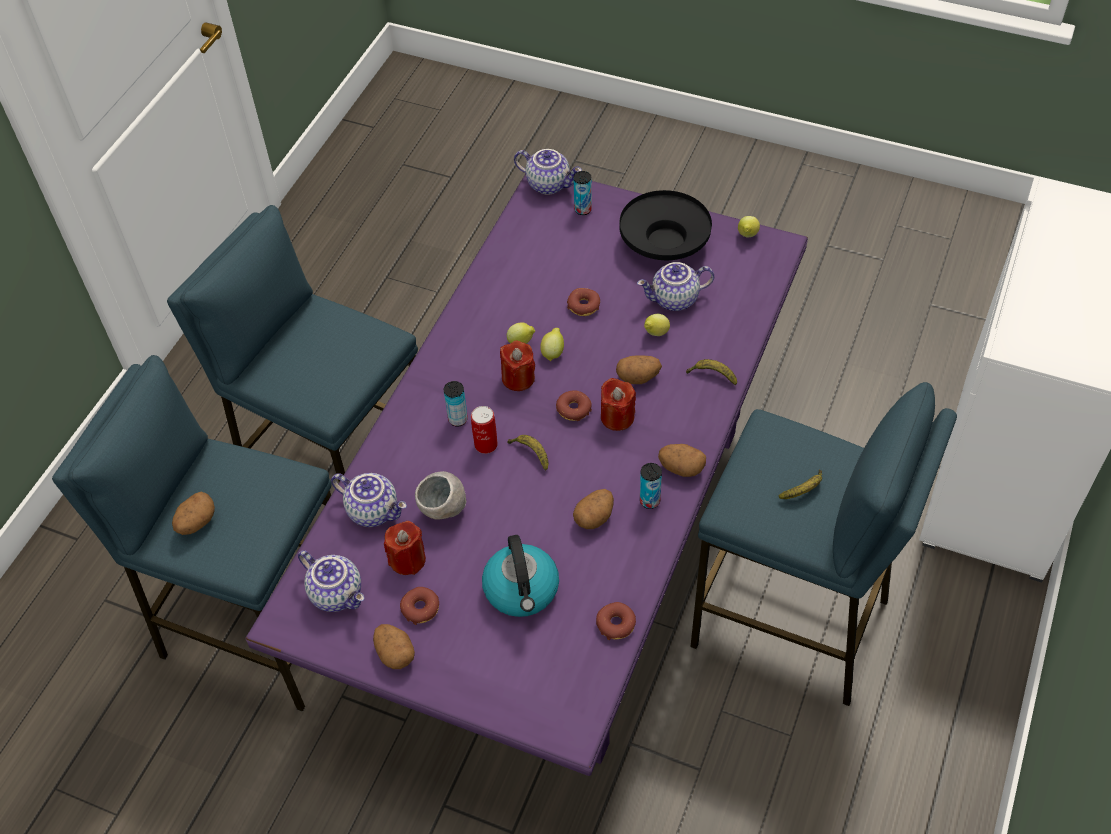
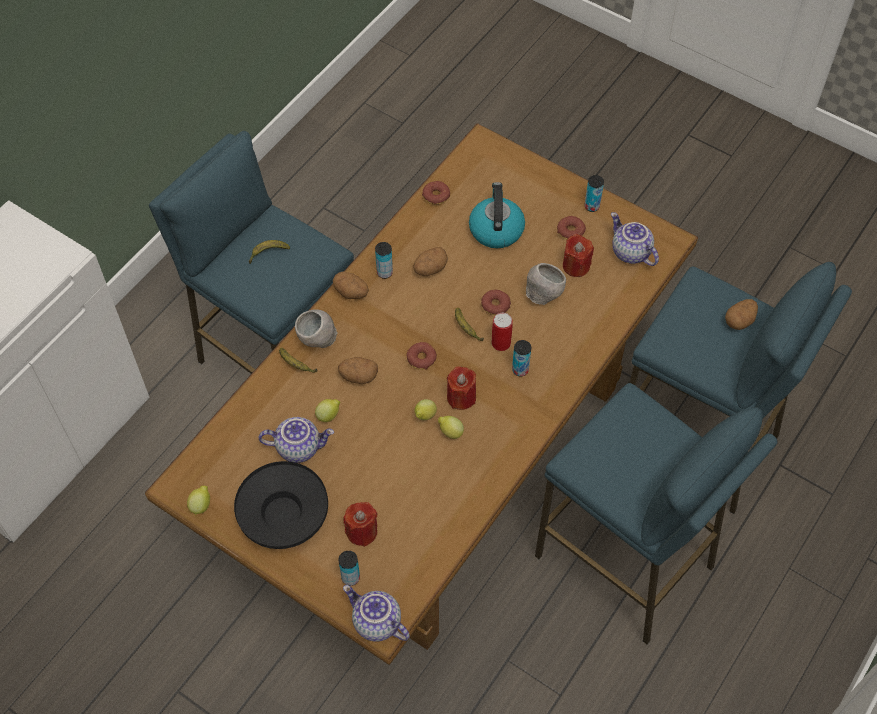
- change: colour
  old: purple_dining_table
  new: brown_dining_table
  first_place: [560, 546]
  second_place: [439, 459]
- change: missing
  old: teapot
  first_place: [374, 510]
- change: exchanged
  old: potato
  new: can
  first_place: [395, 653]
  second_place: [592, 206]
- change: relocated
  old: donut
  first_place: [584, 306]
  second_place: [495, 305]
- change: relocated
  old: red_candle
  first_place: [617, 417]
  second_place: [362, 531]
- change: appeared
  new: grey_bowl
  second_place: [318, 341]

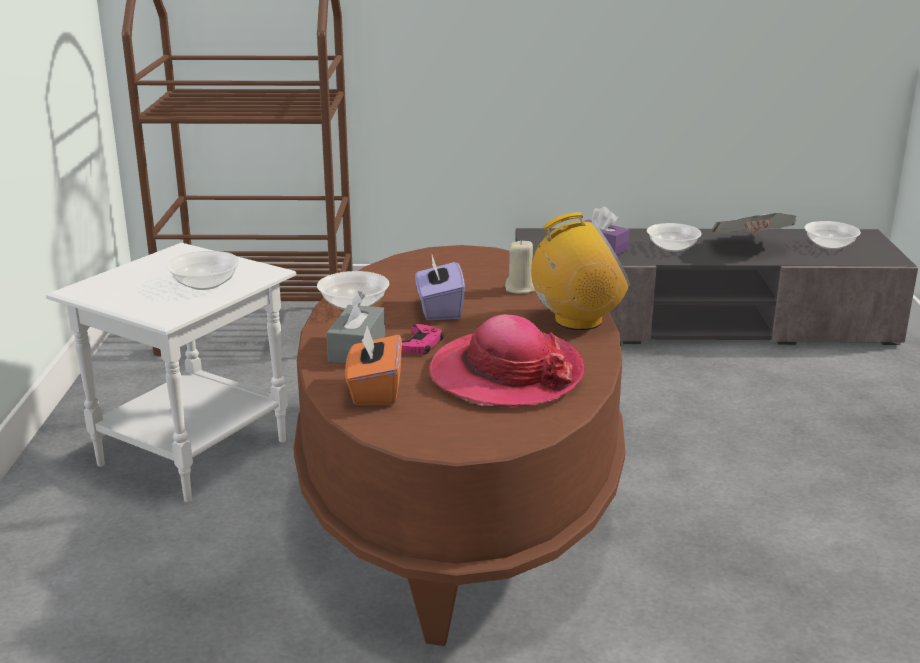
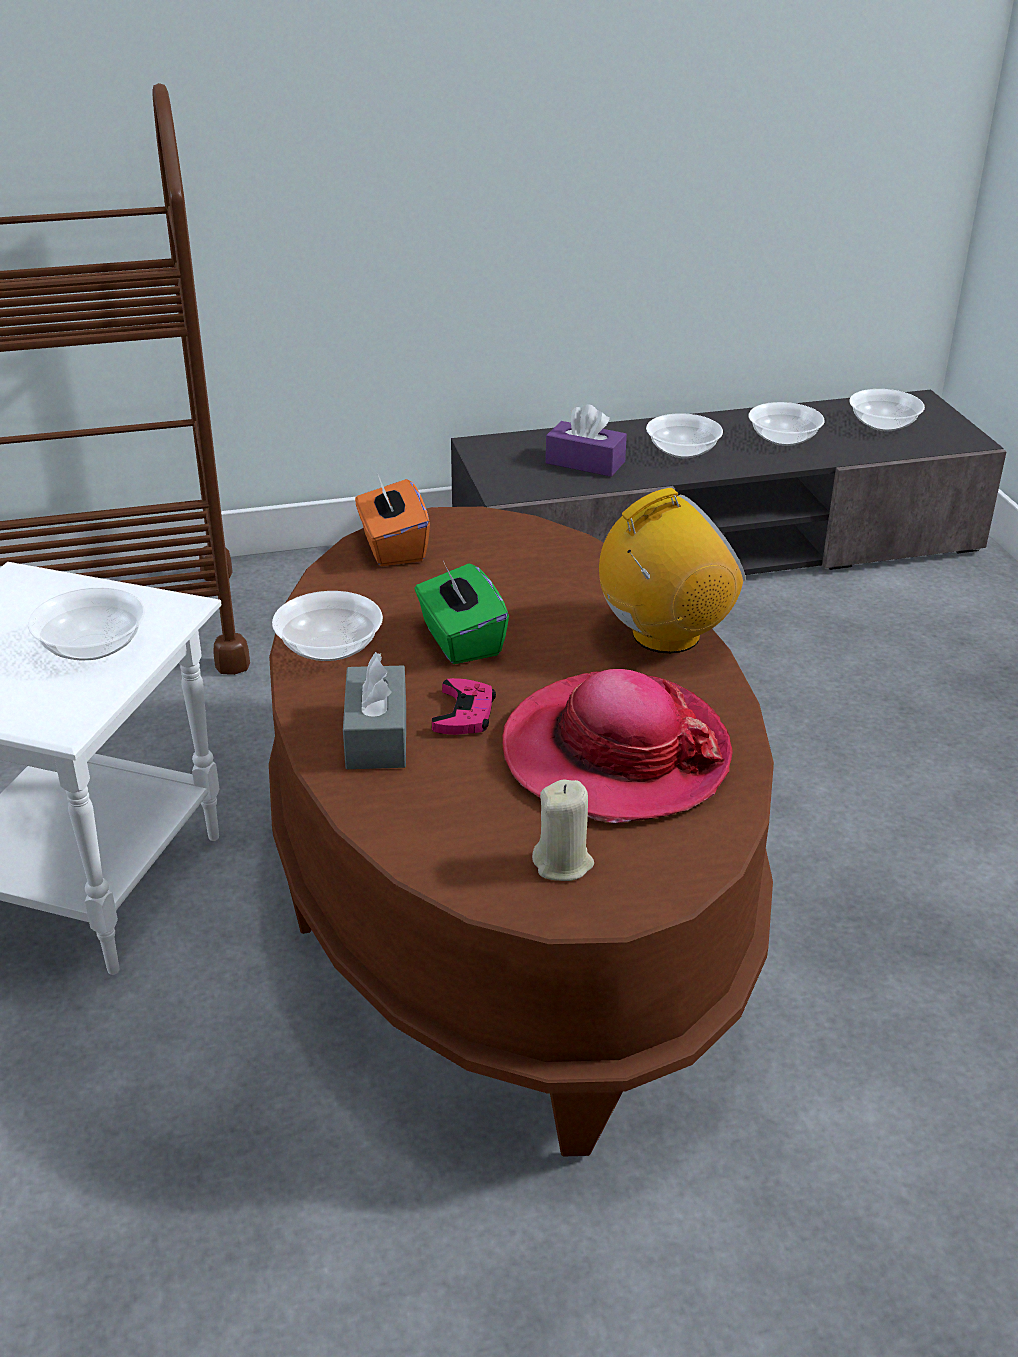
- change: relocated
  old: orange_tissue_box
  first_place: [375, 391]
  second_place: [392, 547]
- change: colour
  old: purple_tissue_box
  new: green_tissue_box
  first_place: [439, 309]
  second_place: [460, 640]
- change: relocated
  old: beige_candle
  first_place: [520, 289]
  second_place: [563, 863]
- change: exchanged
  old: newspaper
  new: bowl
  first_place: [750, 247]
  second_place: [783, 439]

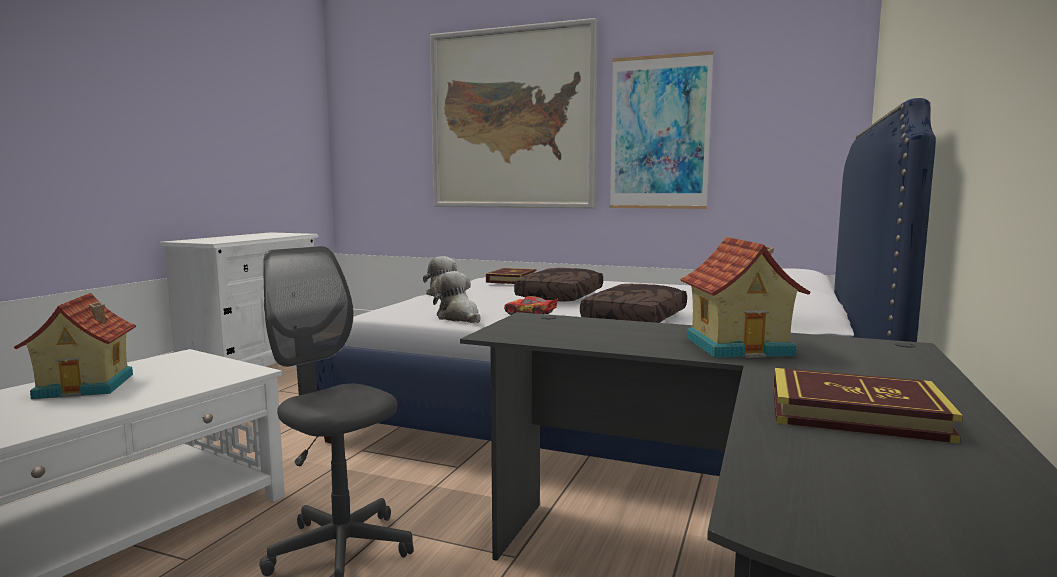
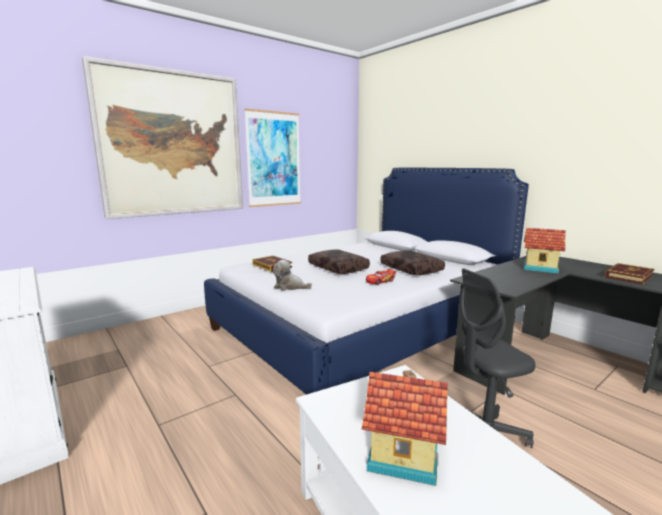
- change: missing
  old: plush_toy
  first_place: [459, 318]

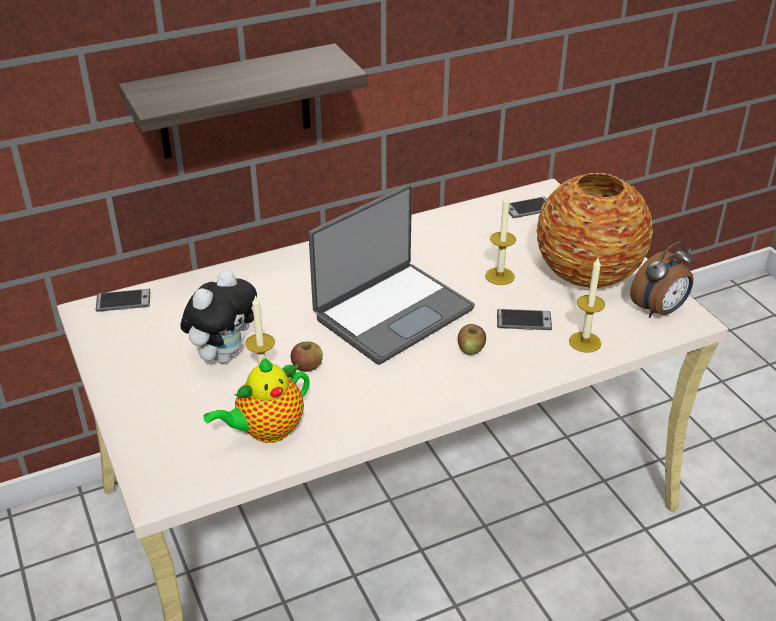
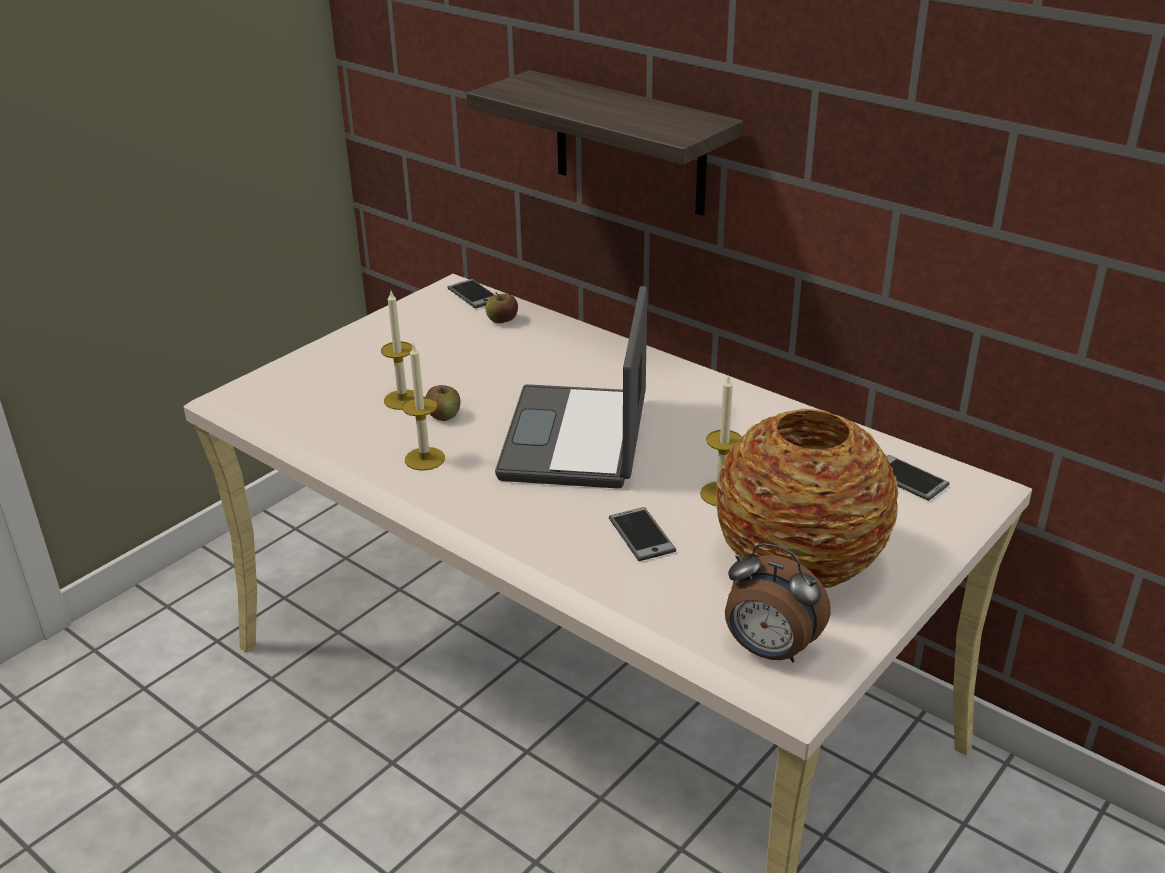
- change: missing
  old: plush_toy
  first_place: [224, 354]
- change: missing
  old: teapot
  first_place: [266, 431]
- change: spun
  old: laptop
  first_place: [392, 312]
  second_place: [578, 439]
  degrees: 75
- change: relocated
  old: apple
  first_place: [471, 349]
  second_place: [502, 320]
- change: relocated
  old: candle
  first_place: [585, 342]
  second_place: [425, 459]

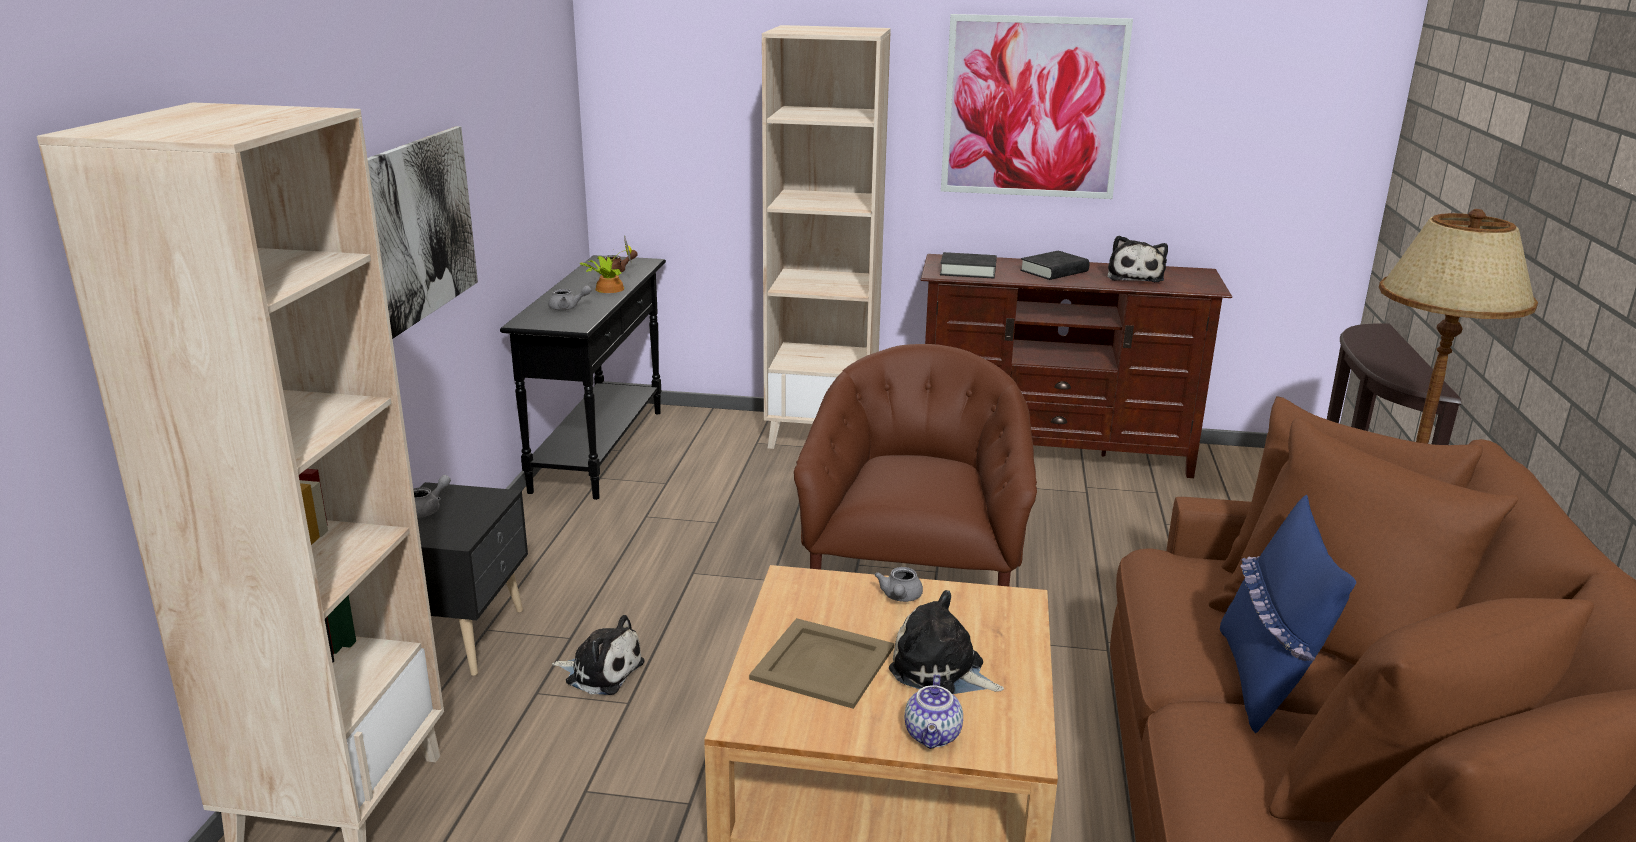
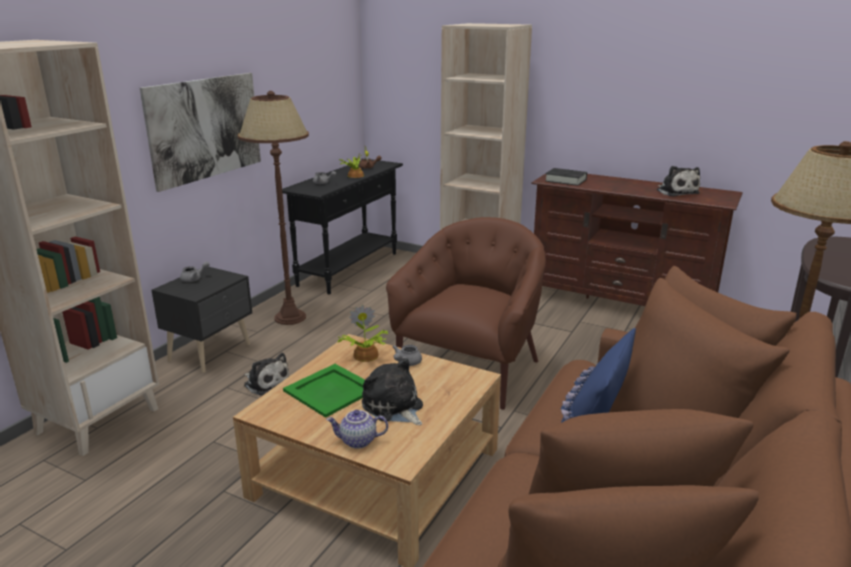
- change: colour
  old: beige_tray
  new: green_tray
  first_place: [821, 663]
  second_place: [329, 390]
- change: spun
  old: teapot
  first_place: [934, 736]
  second_place: [357, 441]
  degrees: 60
- change: missing
  old: picture
  first_place: [1033, 107]
- change: missing
  old: black_book
  first_place: [1054, 271]
- change: spun
  old: plush_toy
  first_place: [1134, 276]
  second_place: [676, 192]
  degrees: -45
- change: appeared
  new: brown_floor_lamp
  second_place: [290, 318]
- change: appeared
  new: potted_plant
  second_place: [365, 356]

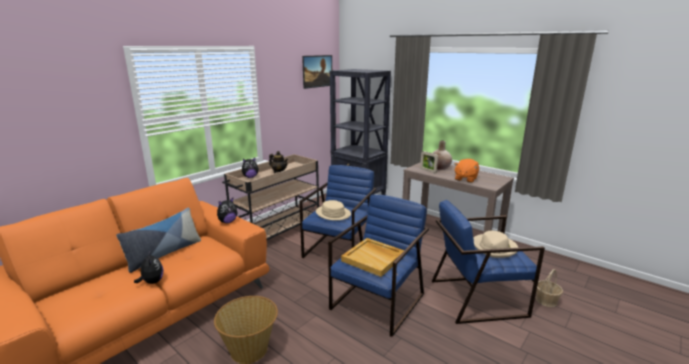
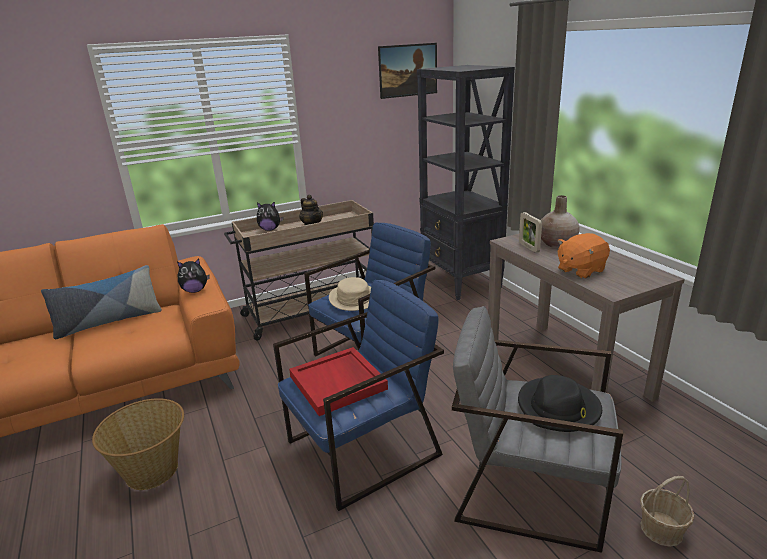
- change: missing
  old: plush_toy
  first_place: [152, 282]
- change: colour
  old: beige_tray
  new: red_tray
  first_place: [374, 258]
  second_place: [339, 383]
- change: colour
  old: blue_armchair
  new: grey_armchair
  first_place: [477, 297]
  second_place: [528, 486]
- change: colour
  old: beige_hat
  new: black_hat
  first_place: [494, 247]
  second_place: [558, 408]

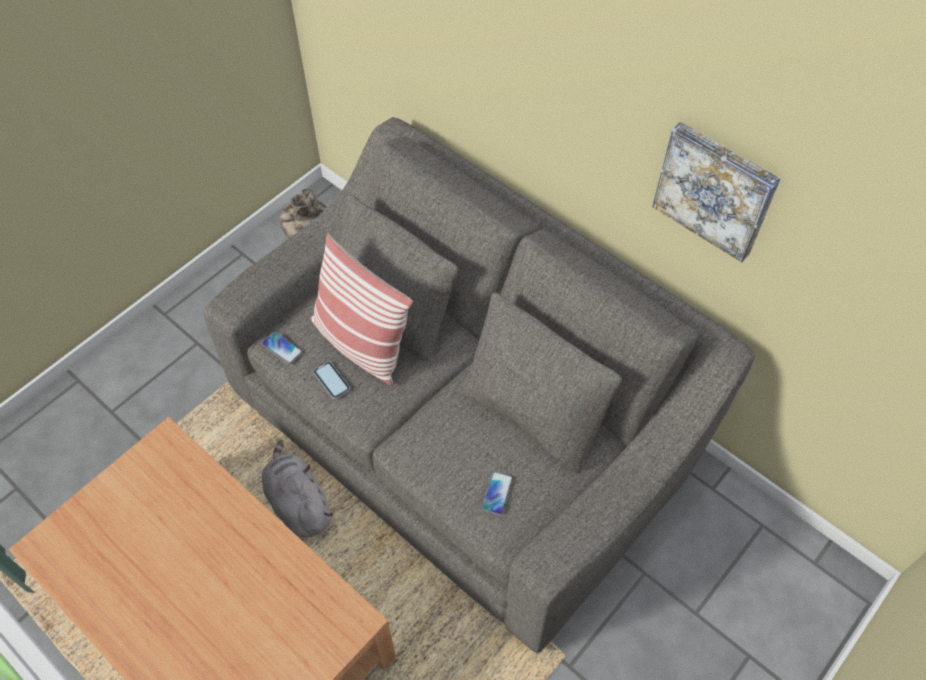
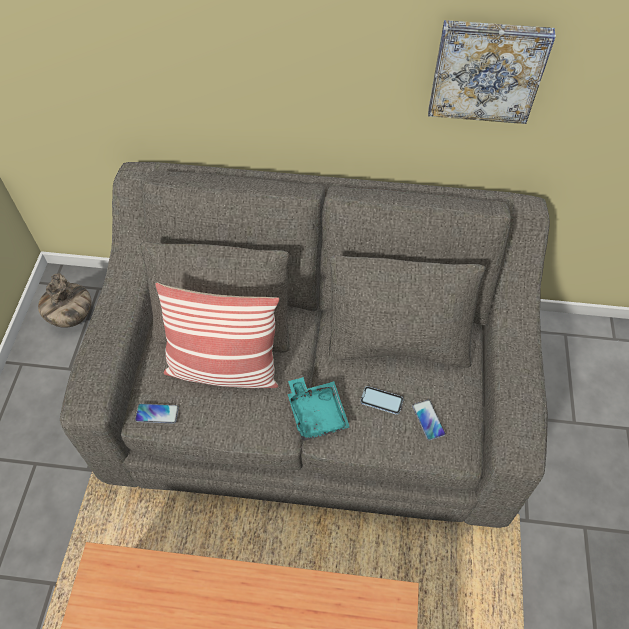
- change: missing
  old: grey_plush_toy
  first_place: [298, 502]
- change: relocated
  old: phone
  first_place: [332, 381]
  second_place: [381, 401]
- change: appeared
  new: turquoise_tray
  second_place: [316, 413]

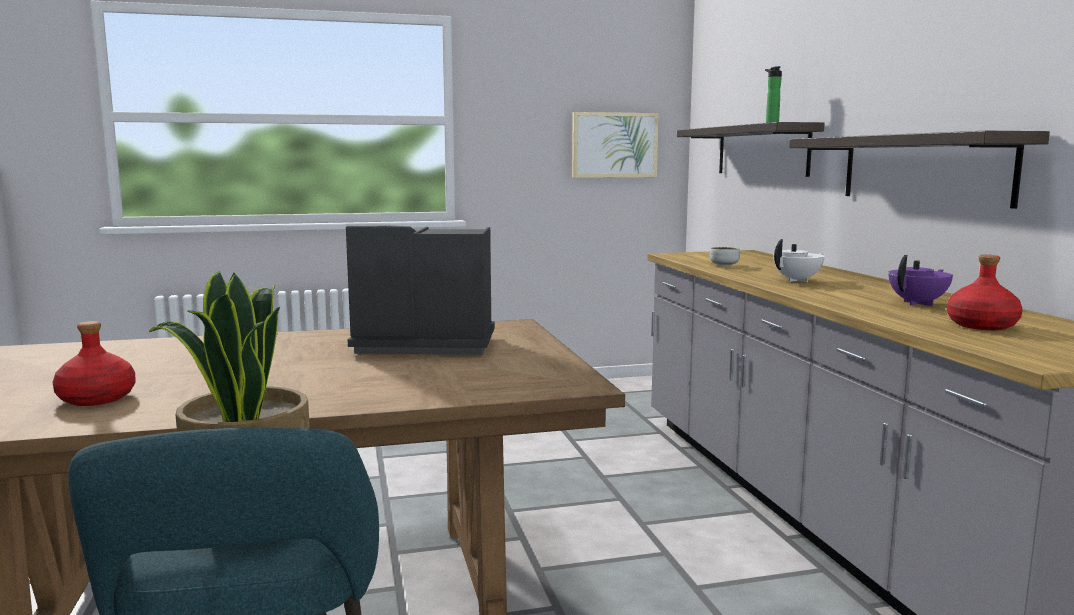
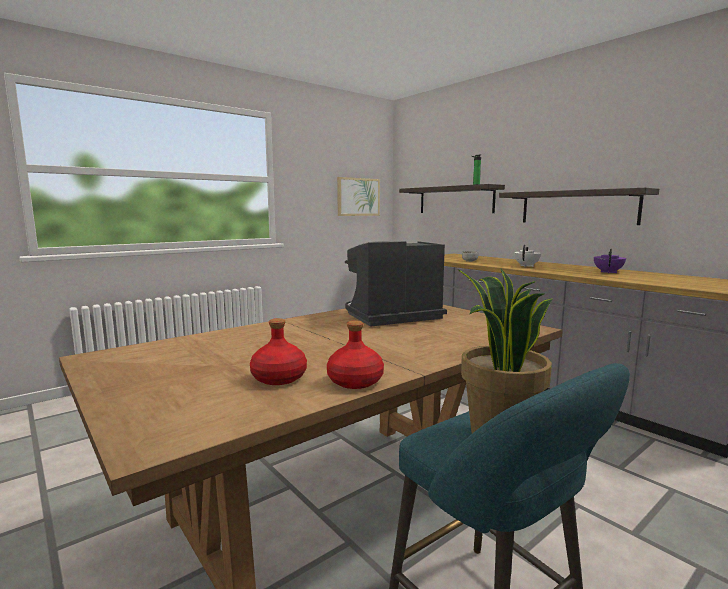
- change: relocated
  old: red_bottle
  first_place: [981, 325]
  second_place: [354, 381]

